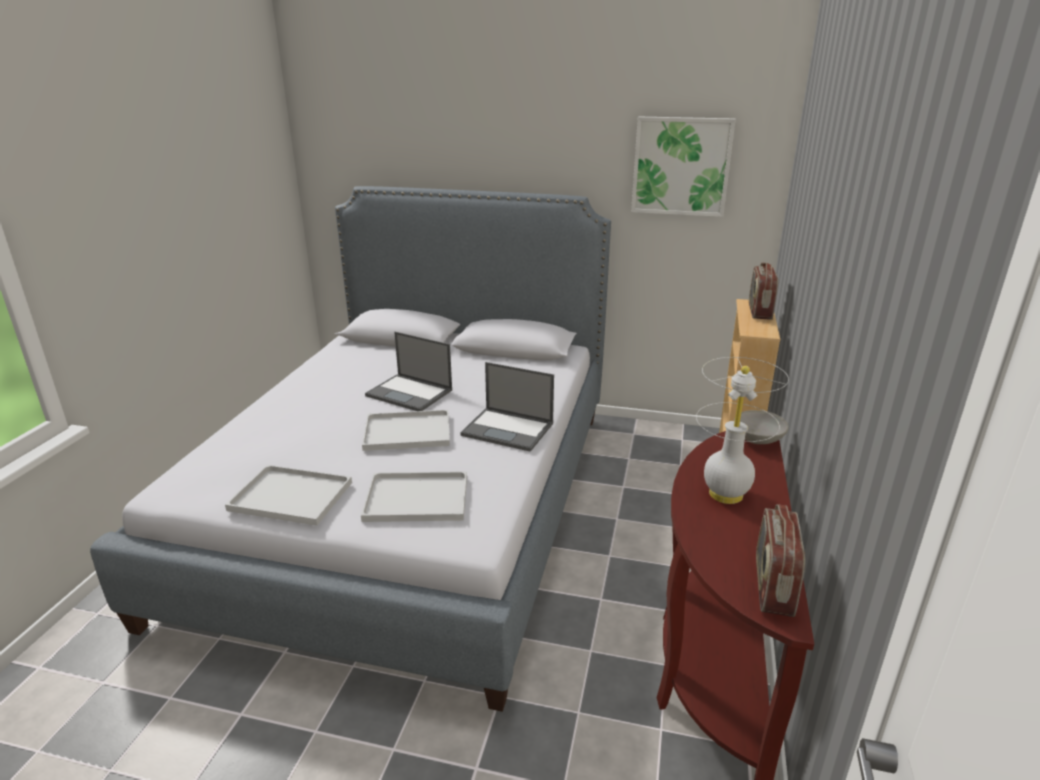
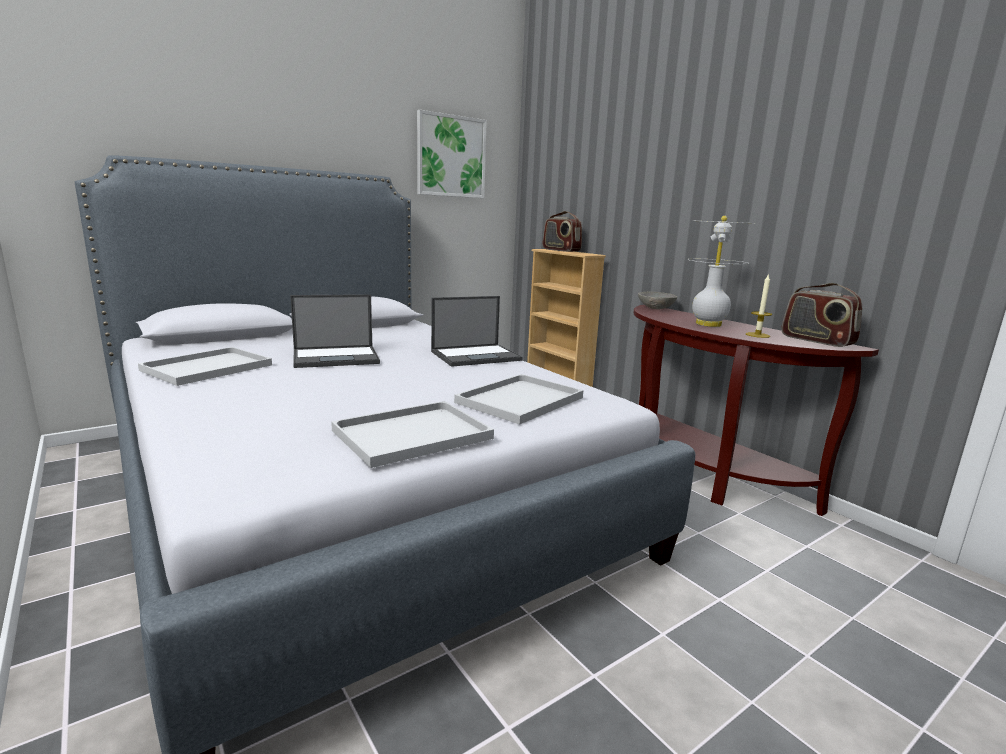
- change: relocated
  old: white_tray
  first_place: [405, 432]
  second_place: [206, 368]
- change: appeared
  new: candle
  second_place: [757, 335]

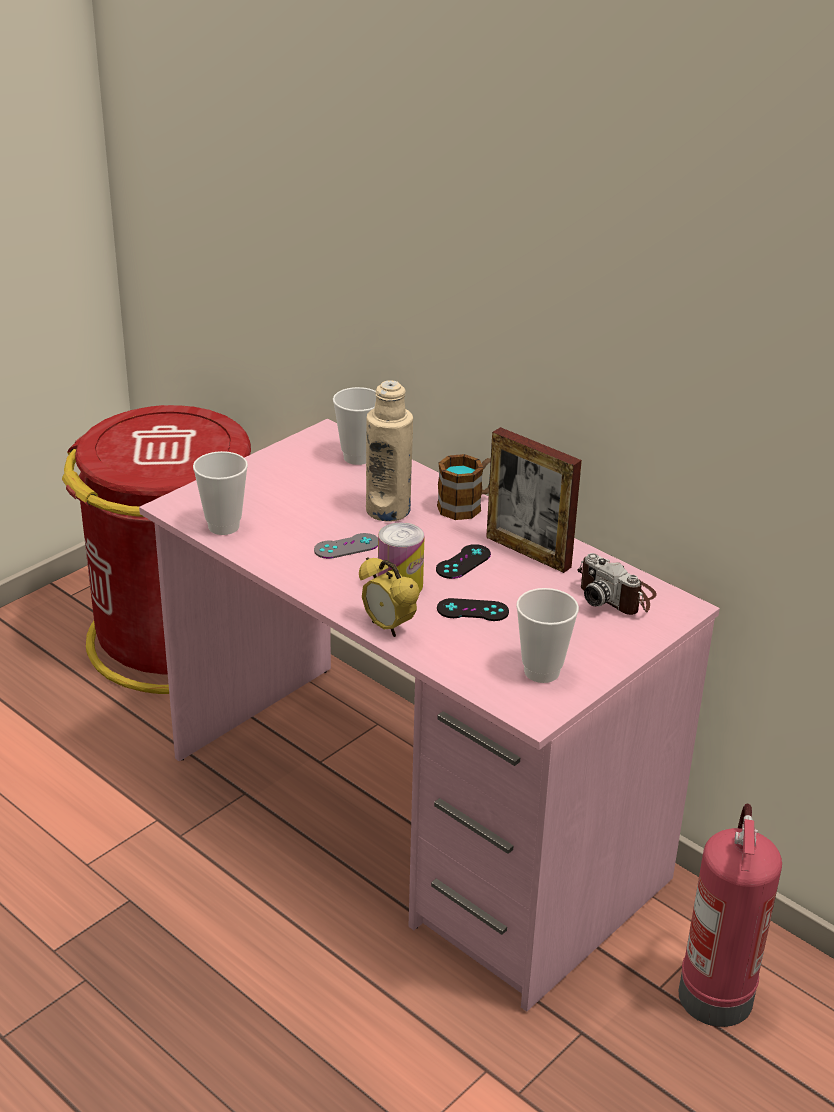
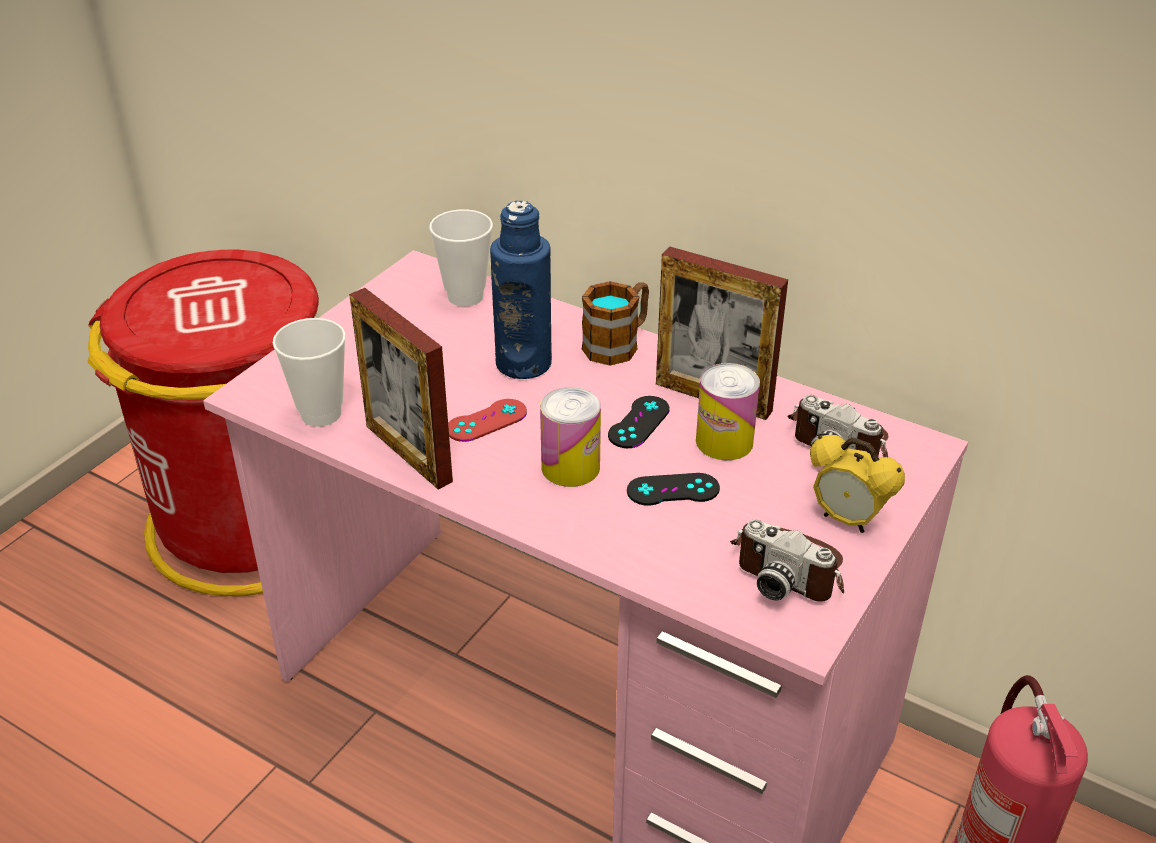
- change: colour
  old: grey_game_controller
  new: red_game_controller
  first_place: [346, 546]
  second_place: [486, 421]
- change: relocated
  old: alarm_clock
  first_place: [388, 627]
  second_place: [847, 520]
- change: colour
  old: beige_bottle
  new: blue_bottle
  first_place: [388, 510]
  second_place: [523, 363]
- change: exchanged
  old: cup
  new: photo_camera
  first_place: [541, 672]
  second_place: [790, 567]
- change: appeared
  new: picture_frame
  second_place: [408, 453]
- change: appeared
  new: can
  second_place: [724, 441]

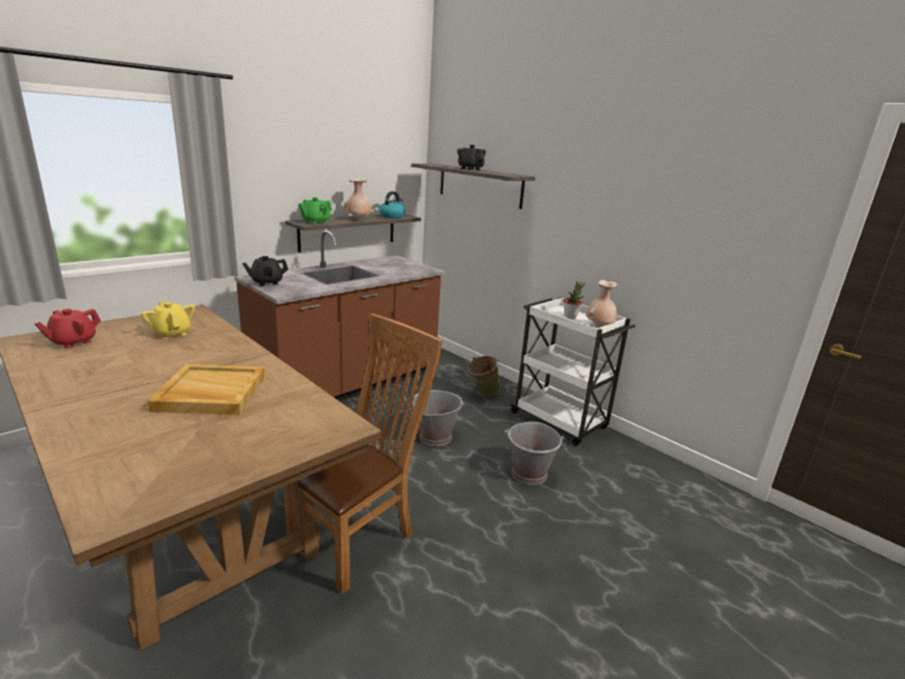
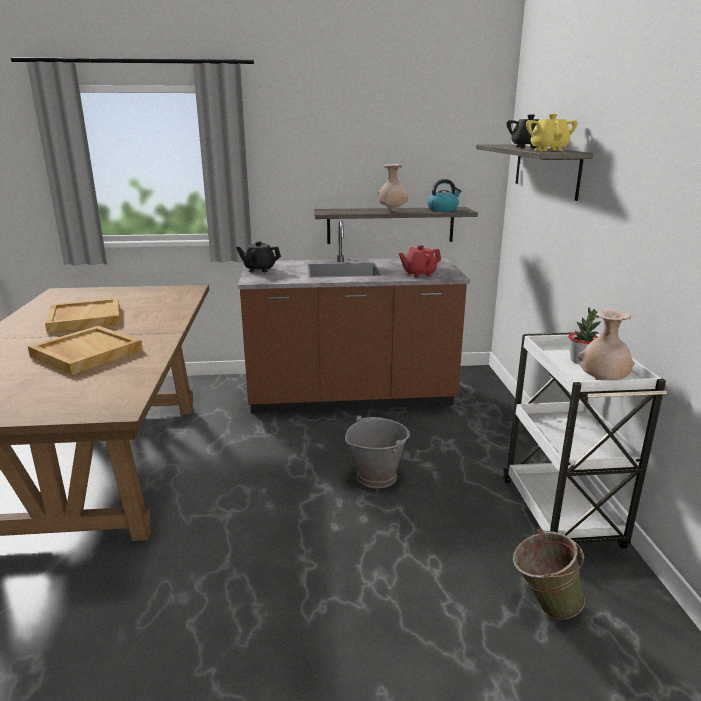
- change: relocated
  old: red_teapot
  first_place: [73, 342]
  second_place: [419, 274]
- change: relocated
  old: yellow_teapot
  first_place: [172, 333]
  second_place: [548, 150]
- change: missing
  old: brown_chair
  first_place: [359, 538]
- change: missing
  old: green_teapot
  first_place: [315, 222]
- change: relocated
  old: green_bucket
  first_place: [482, 393]
  second_place: [543, 605]
- change: missing
  old: grey_bucket
  first_place: [529, 474]
- change: appeared
  new: beige_tray
  second_place: [84, 318]

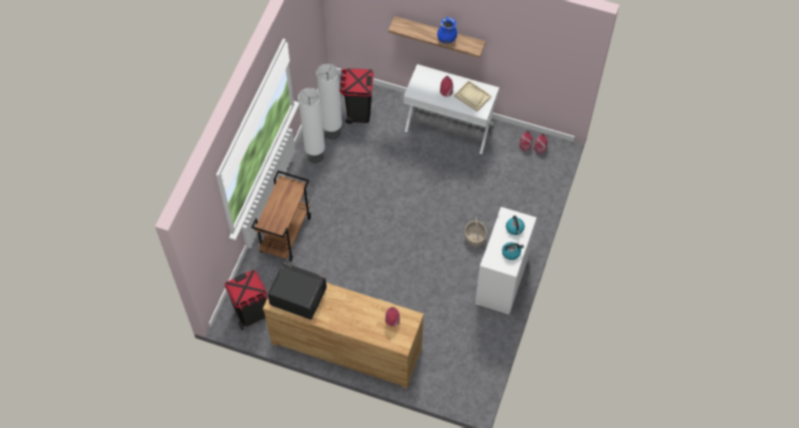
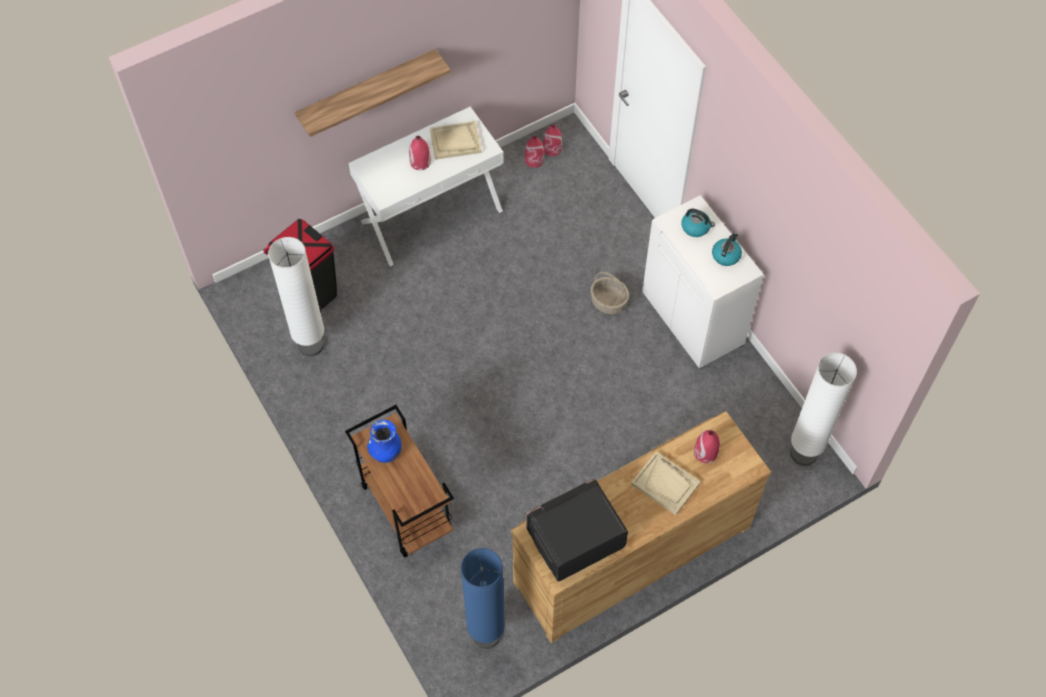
- change: exchanged
  old: black_trash_can
  new: blue_floor_lamp
  first_place: [252, 313]
  second_place: [486, 634]
- change: relocated
  old: white_floor_lamp
  first_place: [315, 156]
  second_place: [803, 453]
- change: relocated
  old: blue_vase
  first_place: [447, 38]
  second_place: [386, 451]
- change: appeared
  new: beige_tray
  second_place: [665, 484]

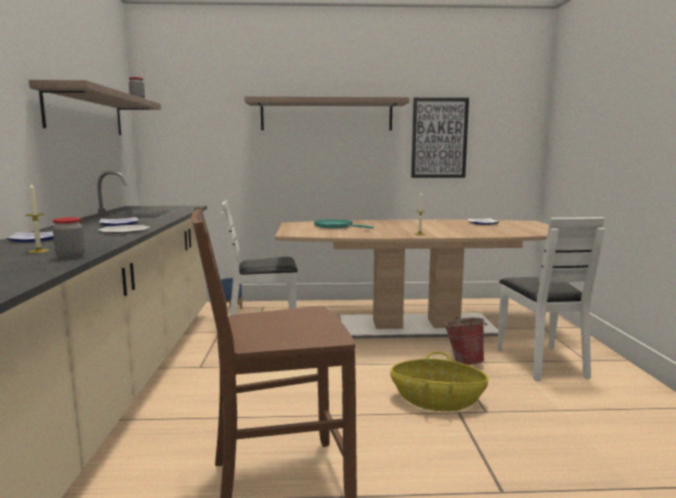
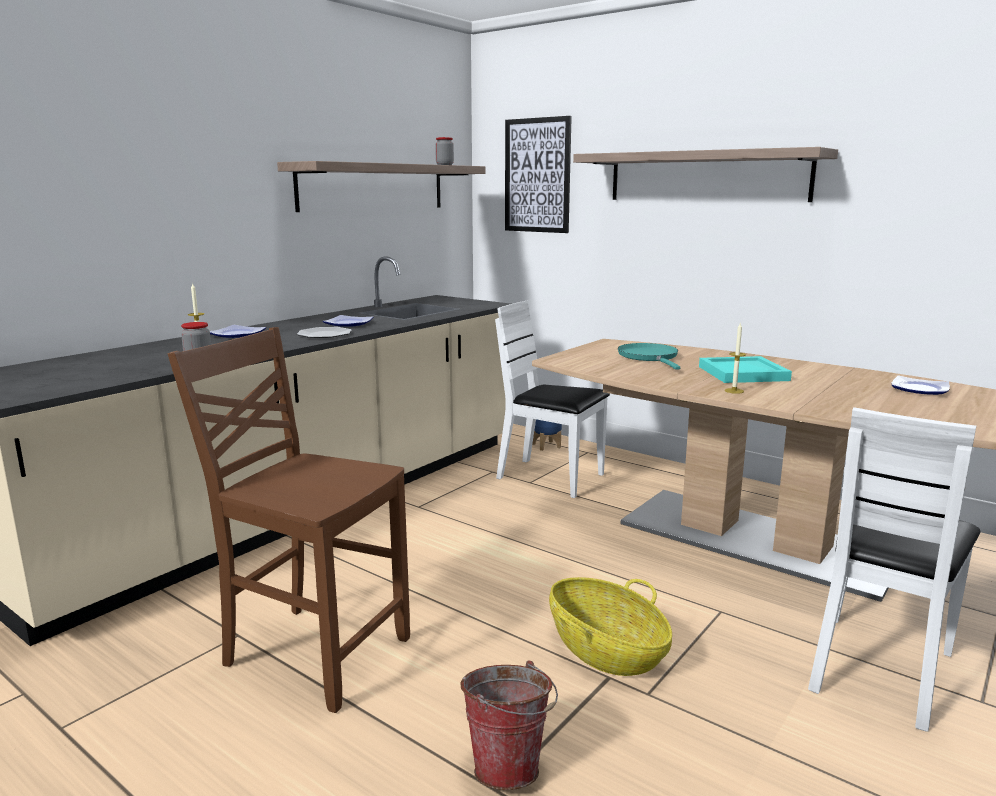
- change: relocated
  old: picture
  first_place: [439, 138]
  second_place: [537, 175]
- change: relocated
  old: bucket
  first_place: [464, 361]
  second_place: [509, 765]
- change: appeared
  new: turquoise_tray
  second_place: [743, 373]

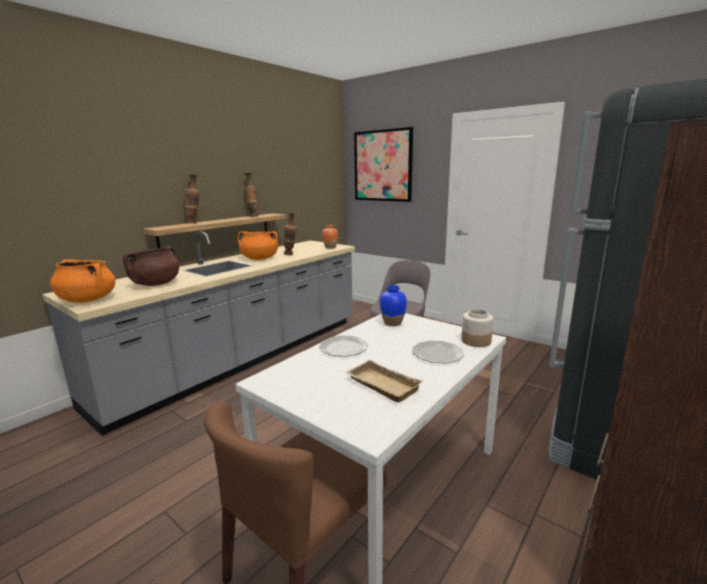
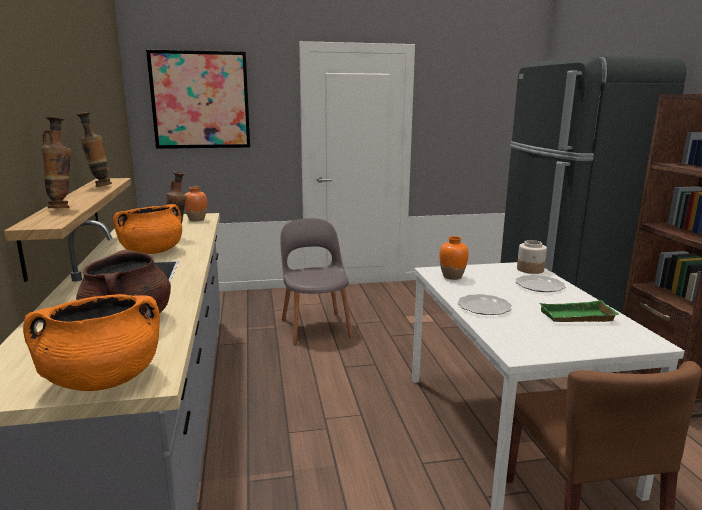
- change: colour
  old: beige_tray
  new: green_tray
  first_place: [380, 385]
  second_place: [577, 317]
- change: colour
  old: blue_vase
  new: orange_vase
  first_place: [392, 323]
  second_place: [452, 277]

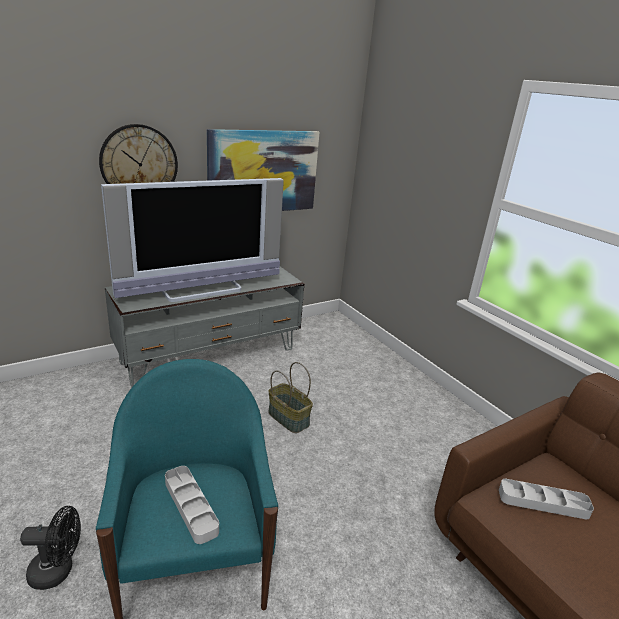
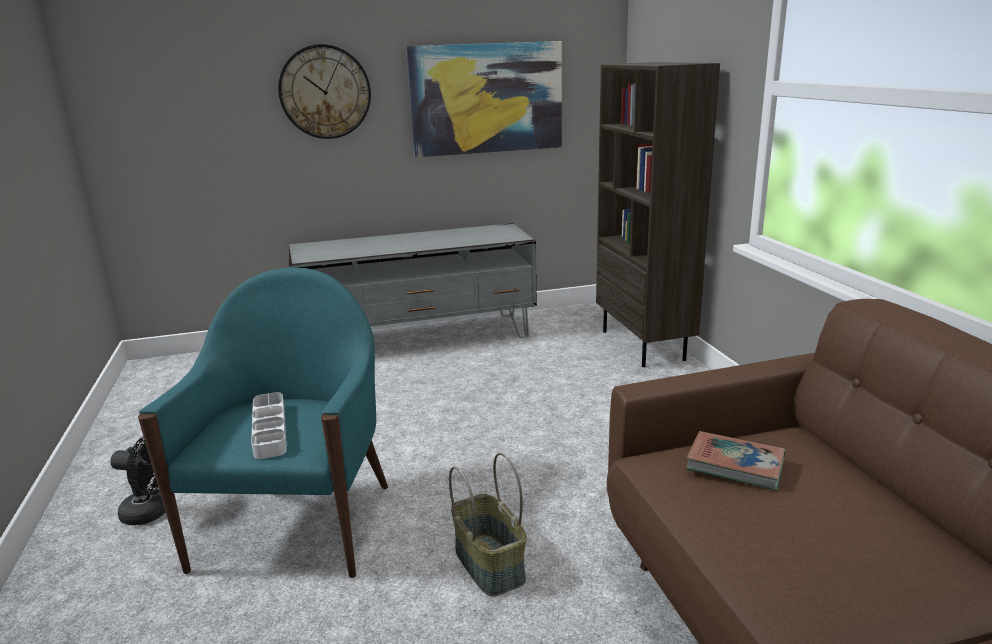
- change: missing
  old: television
  first_place: [202, 290]
- change: relocated
  old: basket
  first_place: [289, 418]
  second_place: [491, 564]
- change: exchanged
  old: grey_tray
  new: book
  first_place: [543, 502]
  second_place: [735, 465]
- change: appeared
  new: brown_bookcase
  second_place: [644, 345]

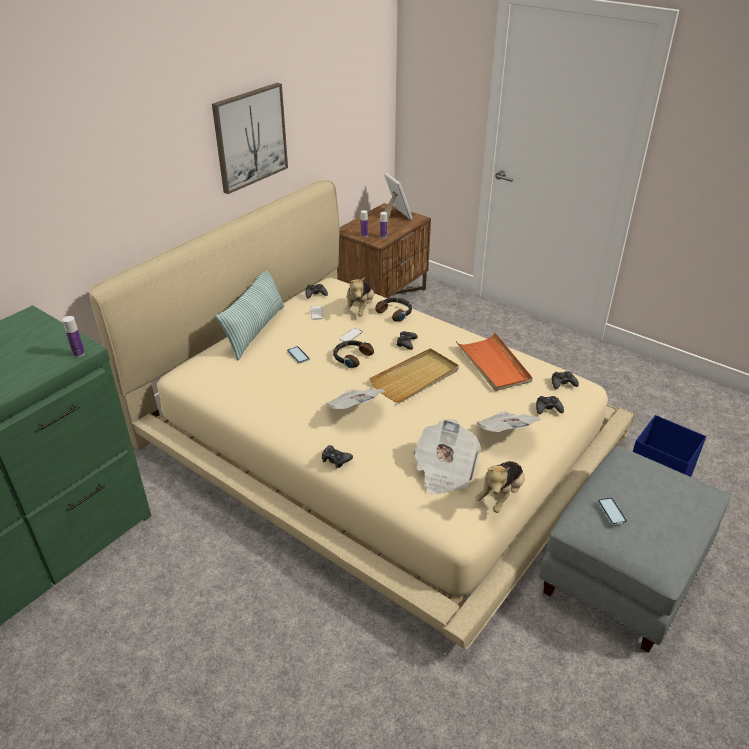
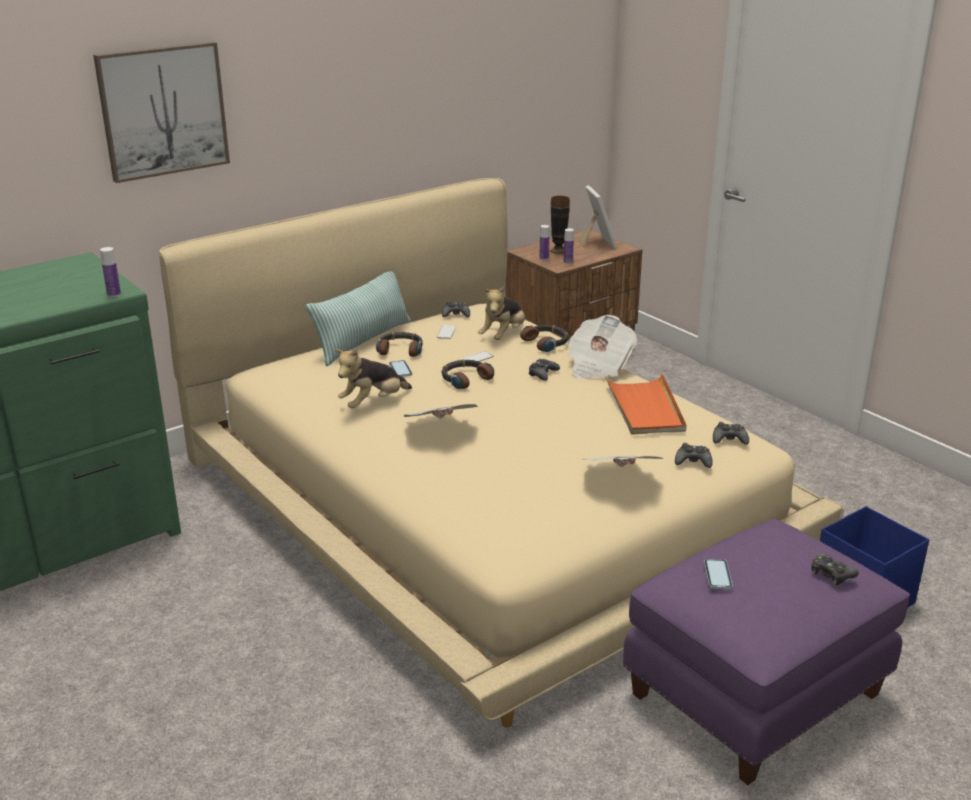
- change: relocated
  old: picture
  first_place: [250, 137]
  second_place: [163, 110]
- change: relocated
  old: black_game_controller
  first_place: [335, 459]
  second_place: [831, 574]
- change: missing
  old: beige_tray
  first_place: [415, 378]
- change: relocated
  old: newspaper
  first_place: [444, 471]
  second_place: [598, 366]
- change: relocated
  old: plush_toy
  first_place: [500, 495]
  second_place: [373, 403]
- change: colour
  old: grey_ottoman
  new: purple_ottoman
  first_place: [621, 572]
  second_place: [754, 693]
- change: appeared
  new: headphones
  second_place: [400, 350]
- change: appeared
  new: vase
  second_place: [558, 252]

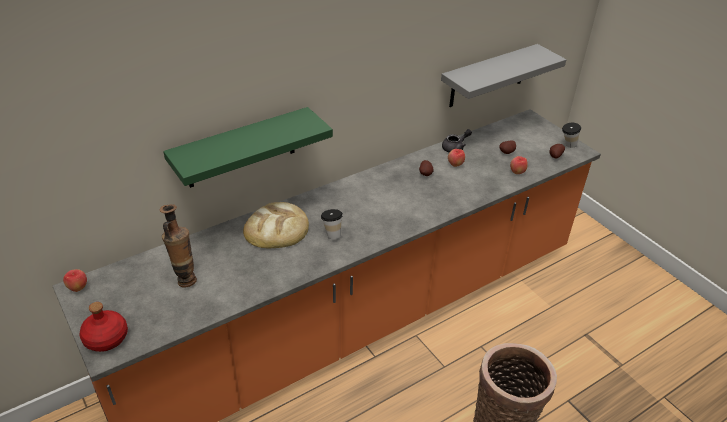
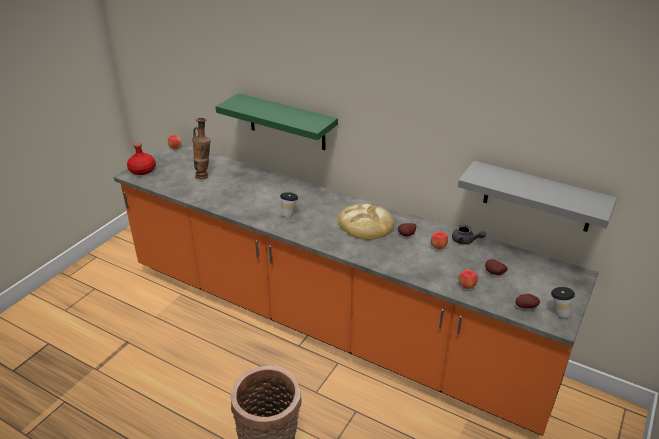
- change: relocated
  old: bread
  first_place: [277, 229]
  second_place: [365, 225]

